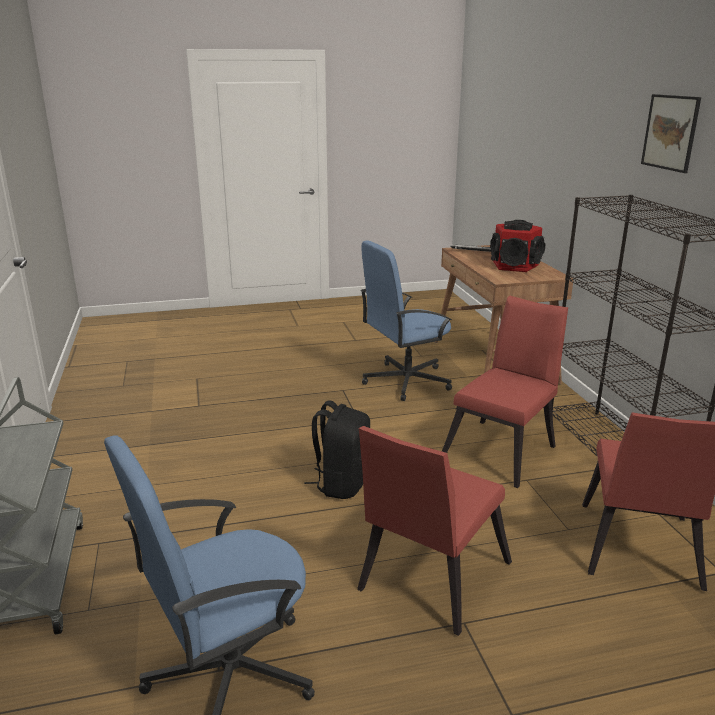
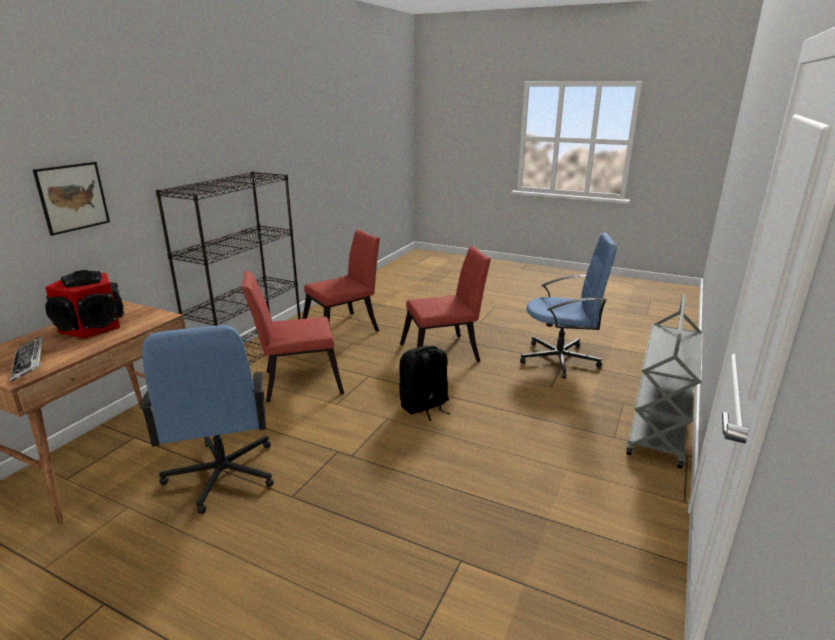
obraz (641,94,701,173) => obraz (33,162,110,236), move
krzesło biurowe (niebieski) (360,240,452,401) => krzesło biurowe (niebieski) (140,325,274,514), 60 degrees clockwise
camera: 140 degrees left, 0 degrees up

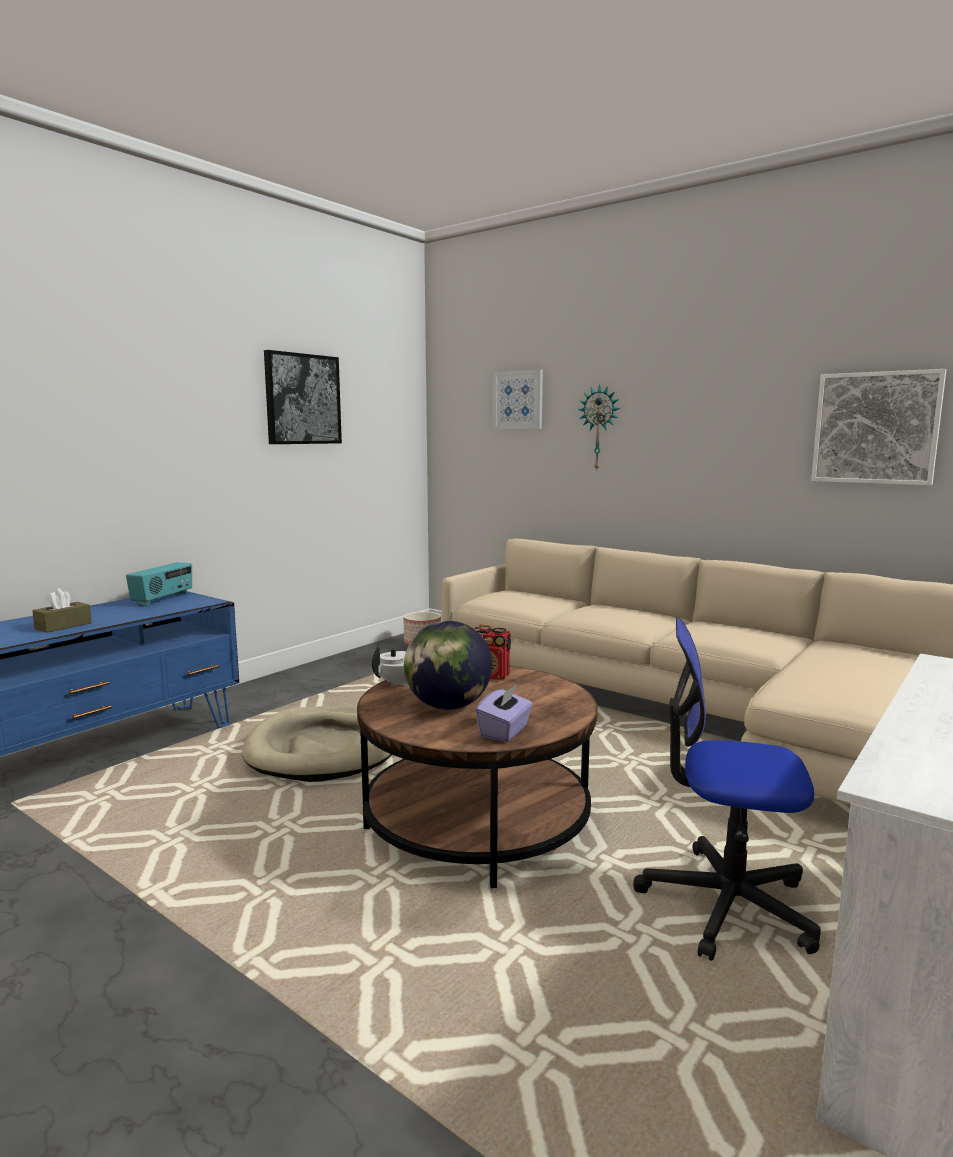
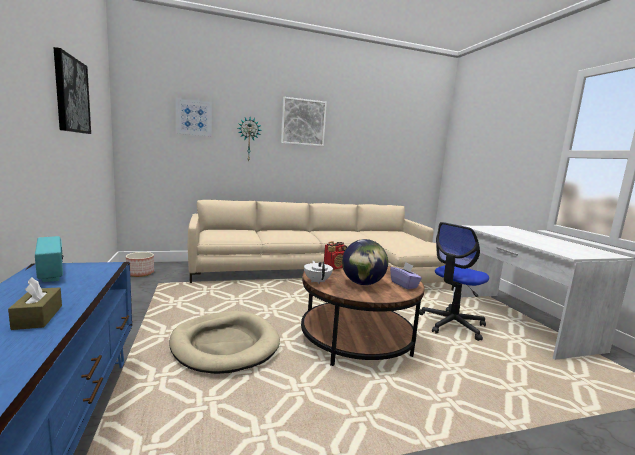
obraz (811,369,946,486) => obraz (281,97,327,147), move
camera: 55 degrees left, 0 degrees up

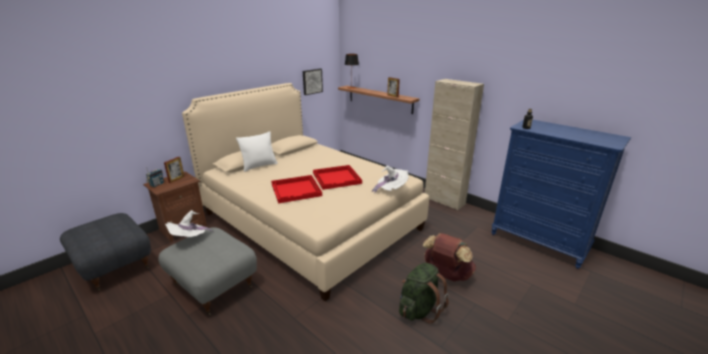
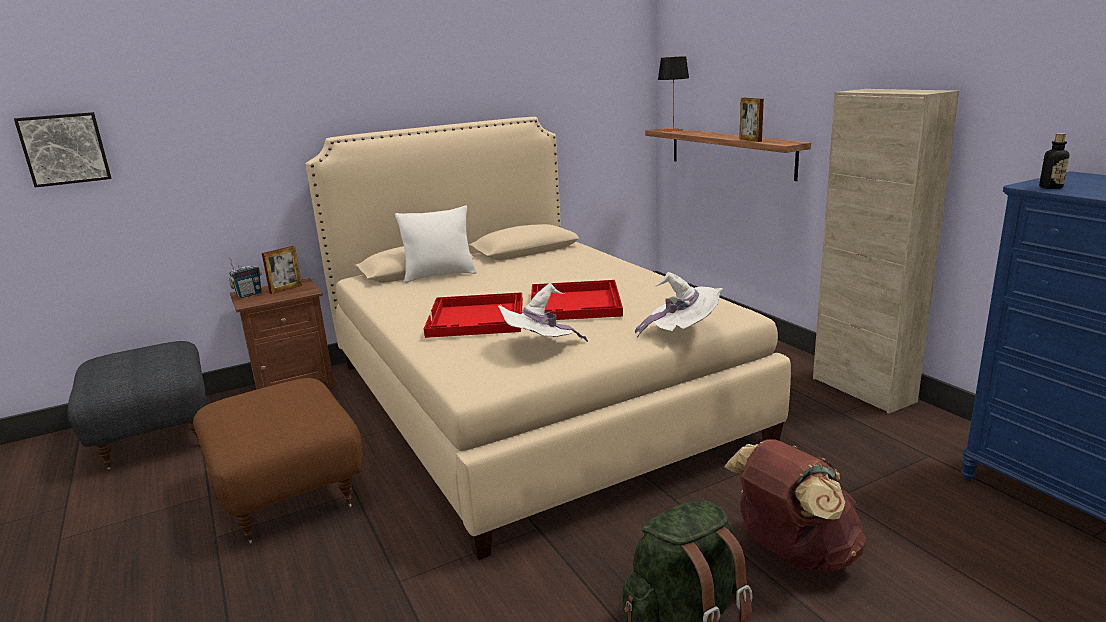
kapelusz (biały) (165,210,214,237) => kapelusz (biały) (498,283,588,342), move
obraz (303,69,323,95) => obraz (14,112,111,188), move
pufa (szary) (158,227,257,316) => pufa (brązowy) (193,378,362,545)
camera: 20 degrees right, 5 degrees down

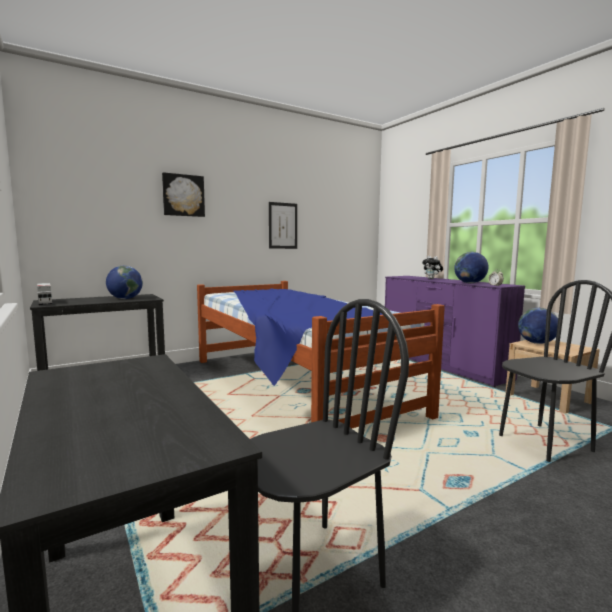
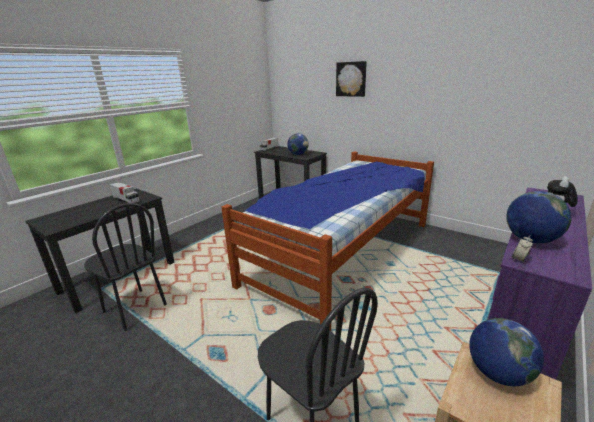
obraz (269,202,297,249) => nothing
nothing => ciężarówka zabawkowa (110,182,140,203)
camera: 70 degrees right, 15 degrees up

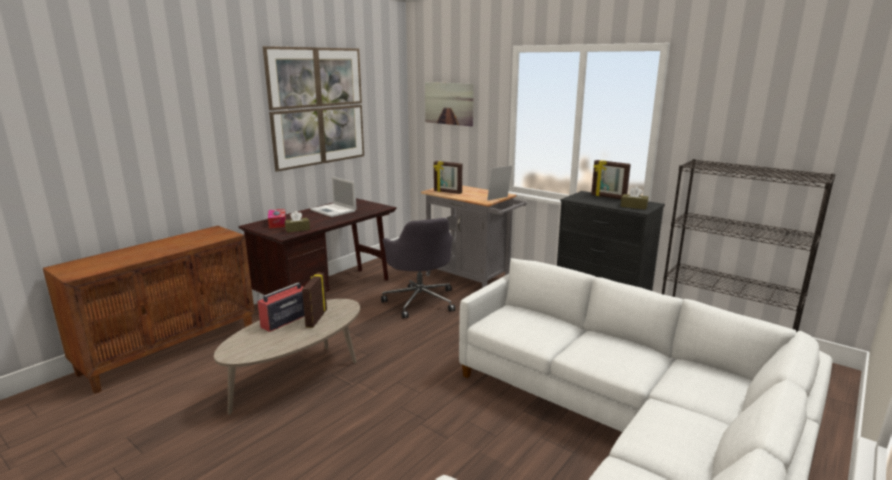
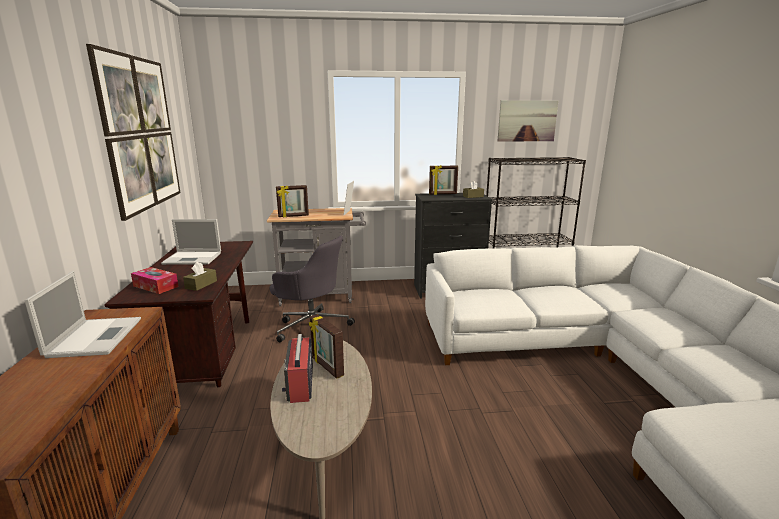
nothing => laptop (25,271,141,358)
obraz (425,82,474,126) => obraz (498,100,558,142), move
camera: 45 degrees left, 0 degrees up

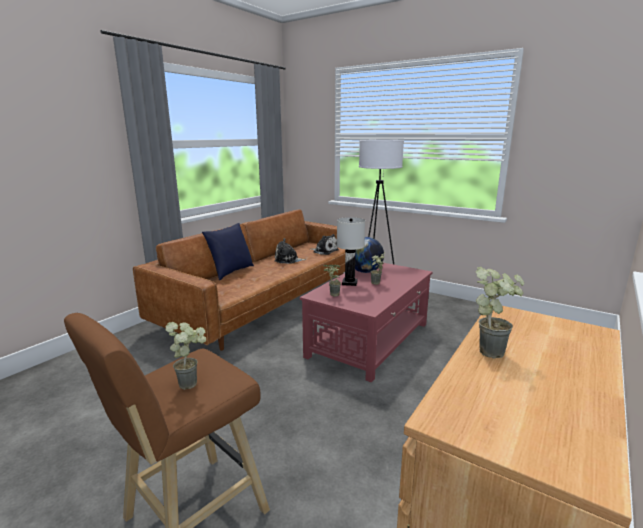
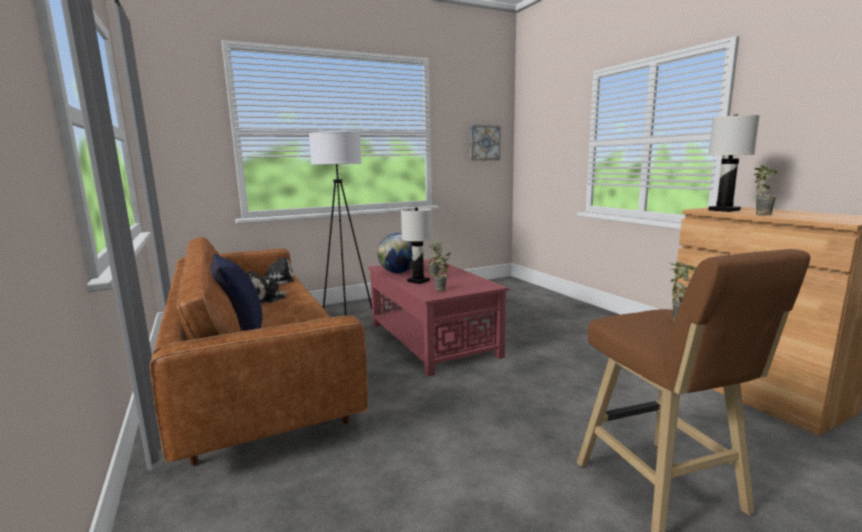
nothing => obraz (470,125,501,161)
nothing => lampa stołowa (biały) (708,114,760,212)
camera: 60 degrees left, 5 degrees down

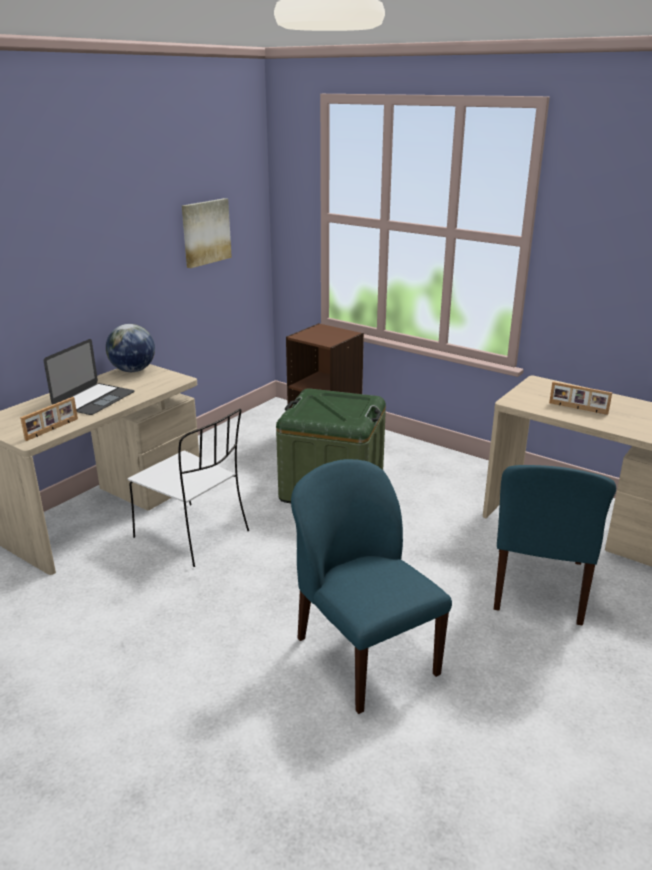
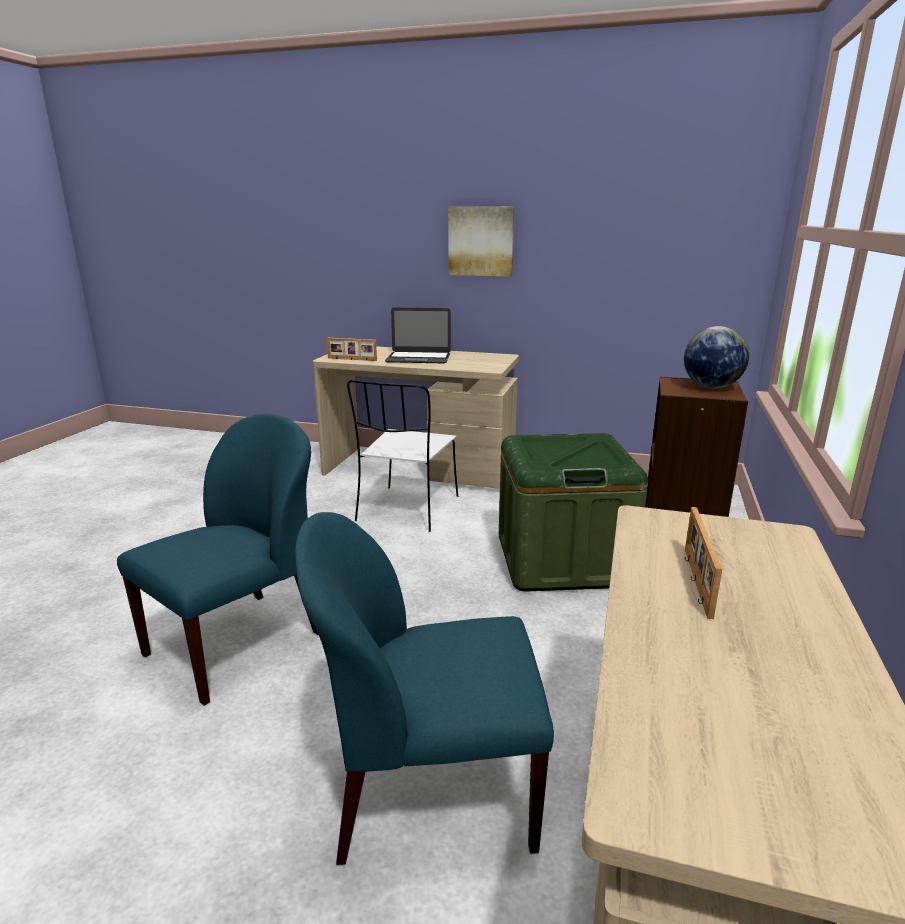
globus (106,324,155,372) => globus (684,326,749,388), move
obraz (182,198,232,268) => obraz (448,206,515,277), move
camera: 70 degrees right, 5 degrees down

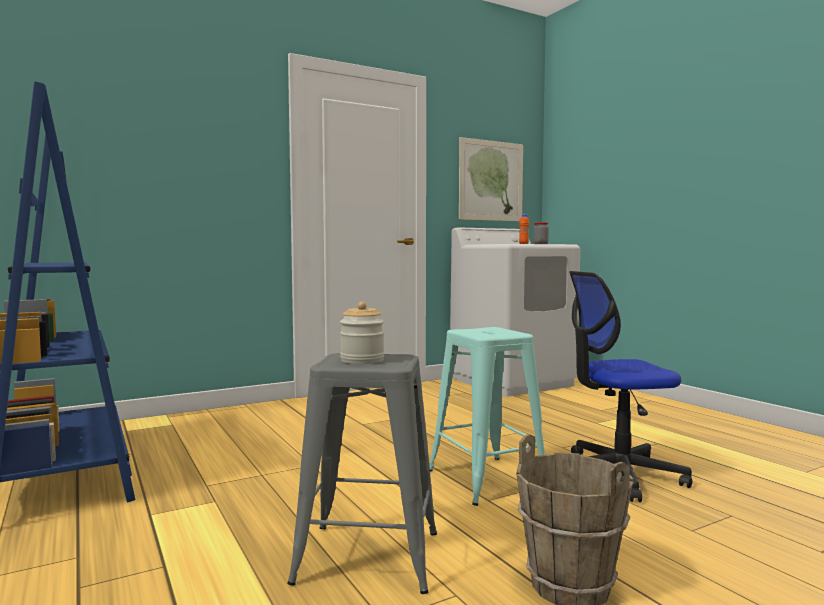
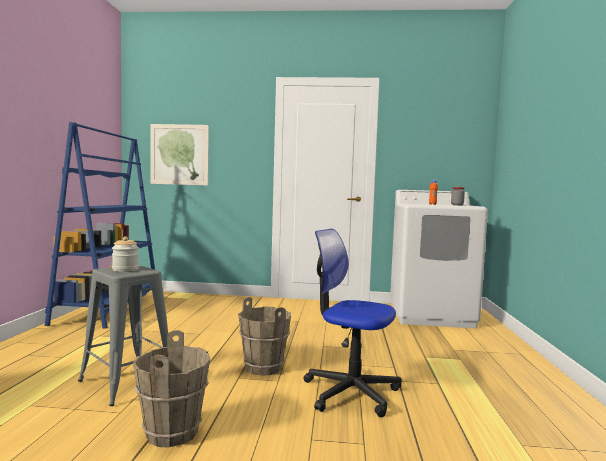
obraz (459,137,523,221) => obraz (150,124,209,186), move
stołek (turkusowy) (429,327,545,506) => wiadro (brązowy) (238,297,291,376)
camera: 35 degrees right, 0 degrees up

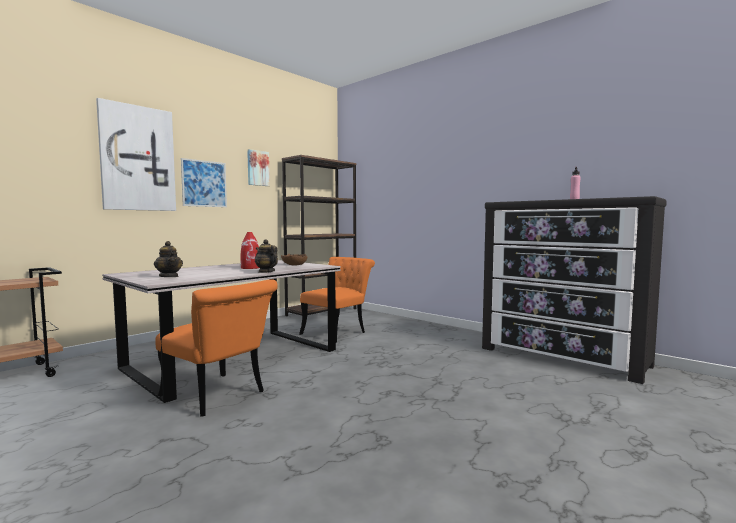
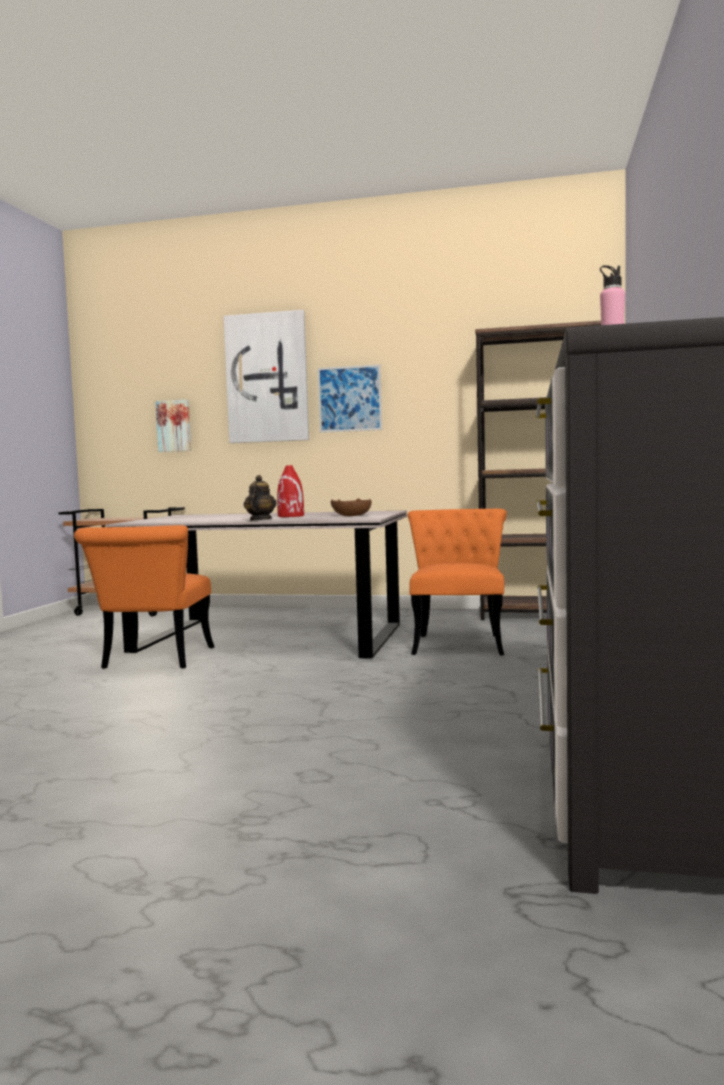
imbryk (154,241,183,277) => nothing
obraz (247,149,270,186) => obraz (156,399,191,452), move
krzesło (pomarańczowy) (299,257,375,343) => krzesło (pomarańczowy) (408,509,507,656), 90 degrees counterclockwise
camera: 60 degrees right, 0 degrees up

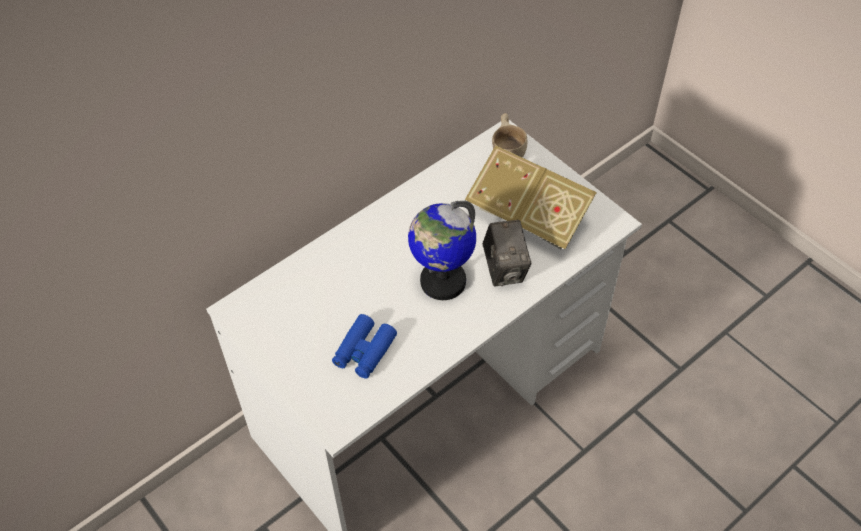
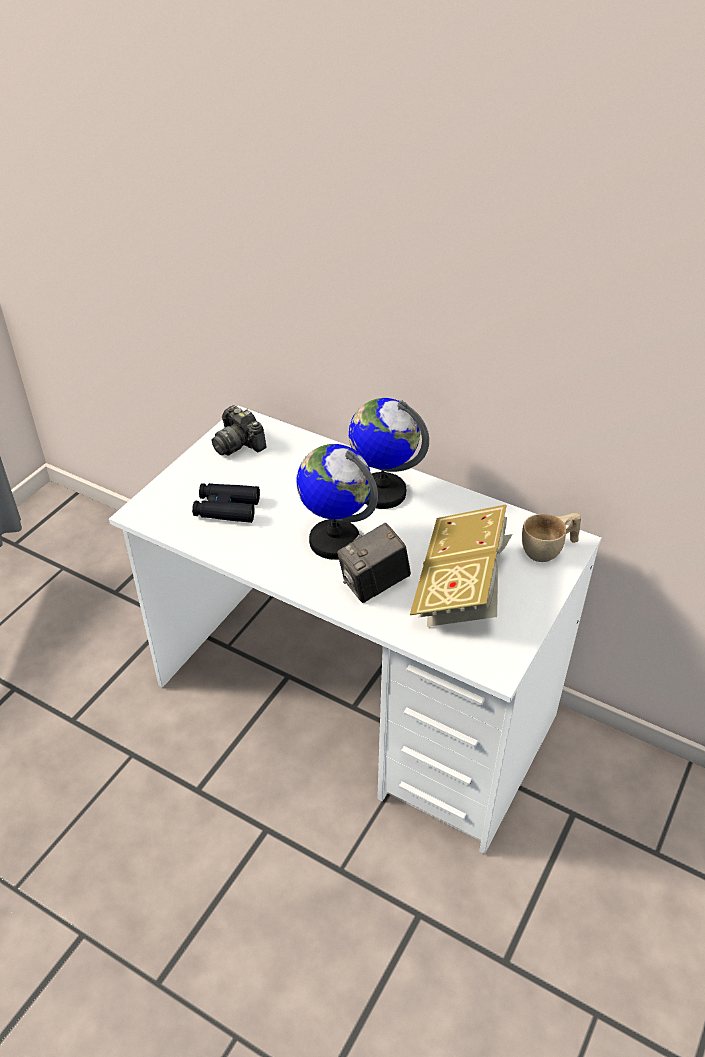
nothing => aparat fotograficzny (211,405,267,455)
nothing => globus (349,398,429,509)
lornetka (niebieski) (332,314,397,379) => lornetka (czarny) (192,483,260,523)
camera: 70 degrees right, 10 degrees down

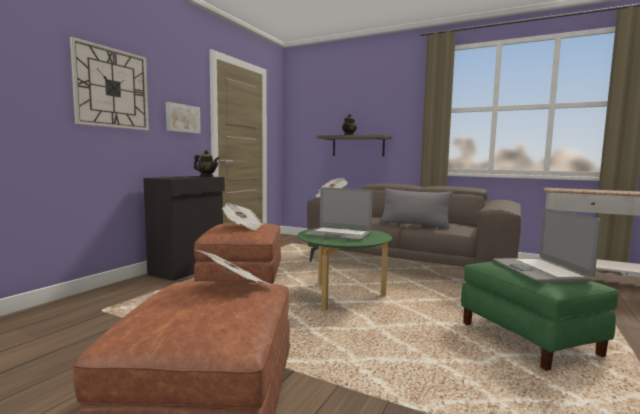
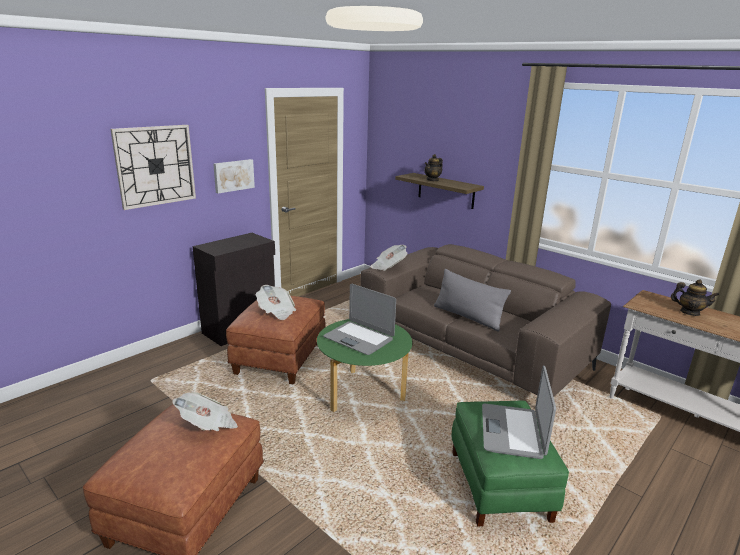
imbryk (194,150,219,177) => imbryk (671,280,719,316), move
camera: 15 degrees right, 15 degrees up

